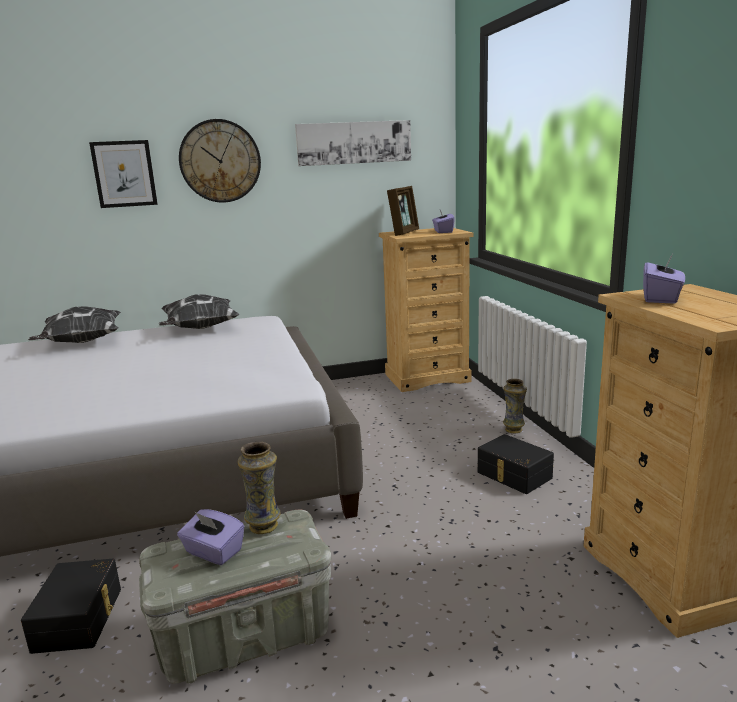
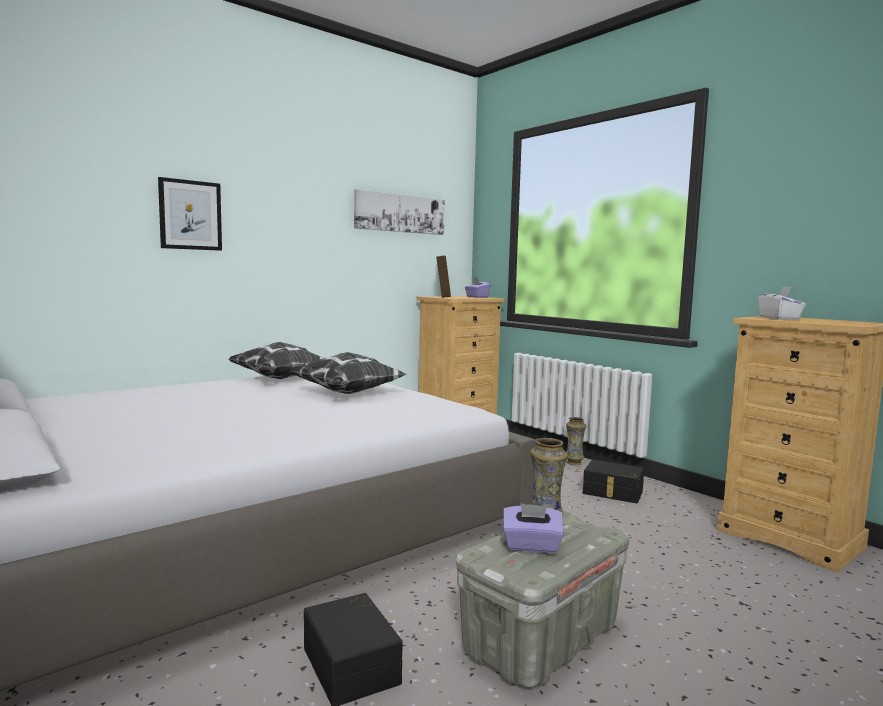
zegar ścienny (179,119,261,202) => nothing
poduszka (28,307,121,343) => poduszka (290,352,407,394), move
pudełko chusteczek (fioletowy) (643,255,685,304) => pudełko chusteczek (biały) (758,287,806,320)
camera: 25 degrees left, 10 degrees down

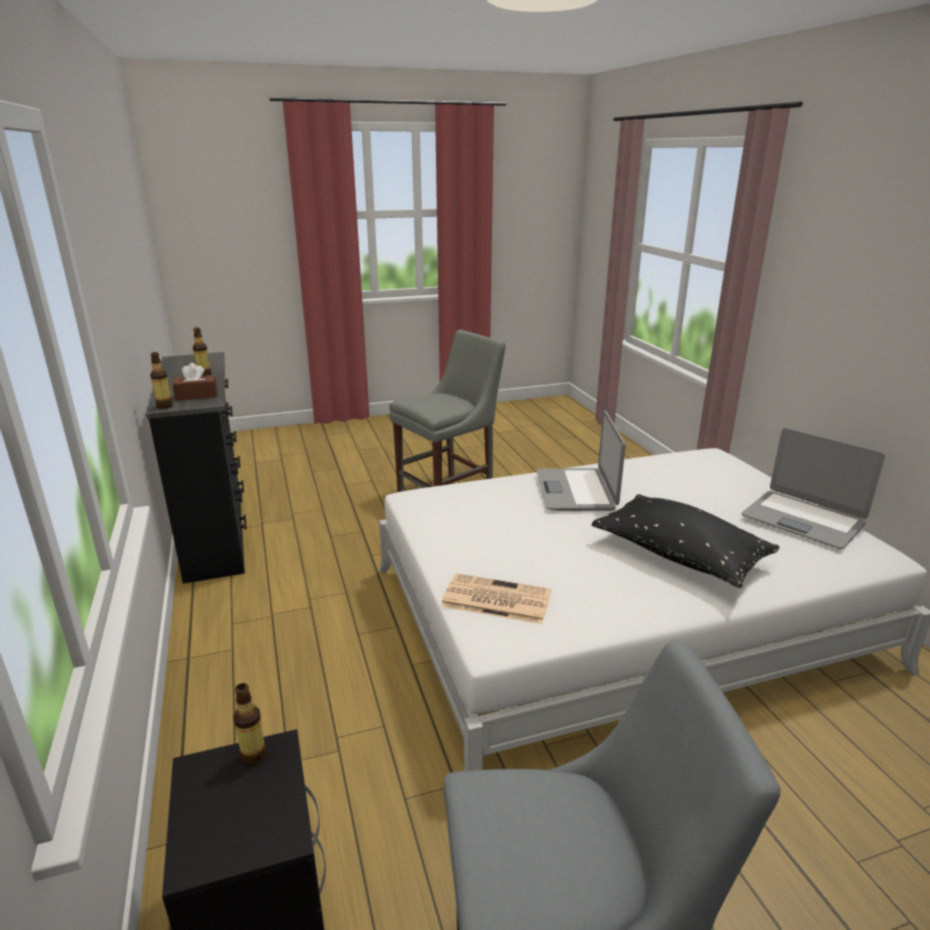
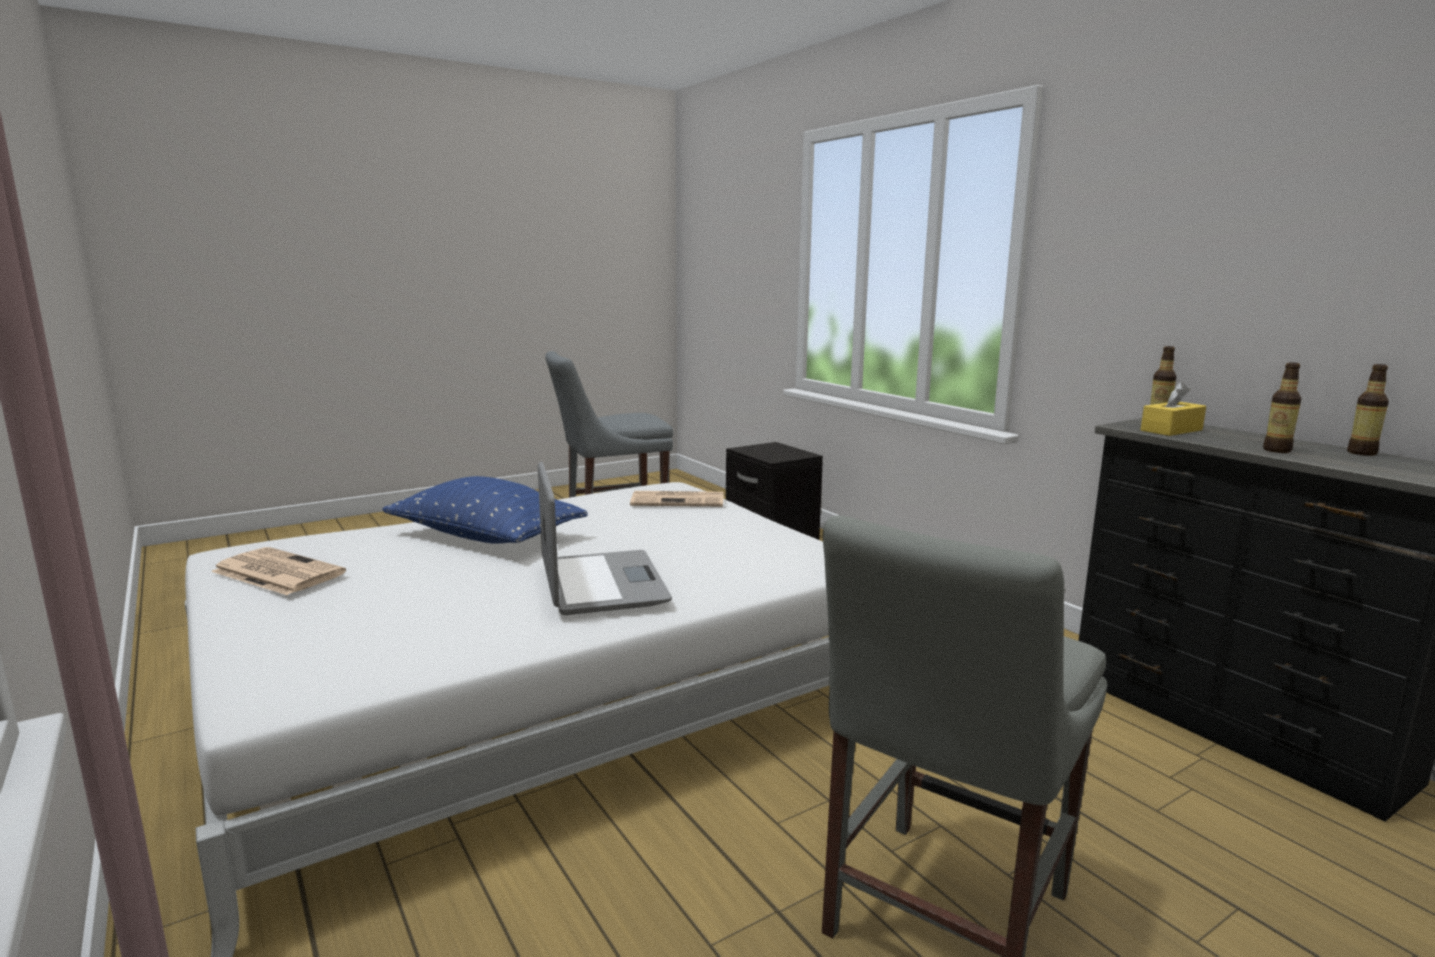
butelka (233,683,267,766) => butelka (1347,364,1389,456), move
laptop (742,428,885,549) => gazeta (211,547,346,595)
pudełko chusteczek (brązowy) (173,363,217,400) => pudełko chusteczek (żółty) (1141,382,1206,436)
poduszka (czarny) (592,494,780,588) => poduszka (niebieski) (382,476,588,544)
camera: 165 degrees right, 10 degrees down

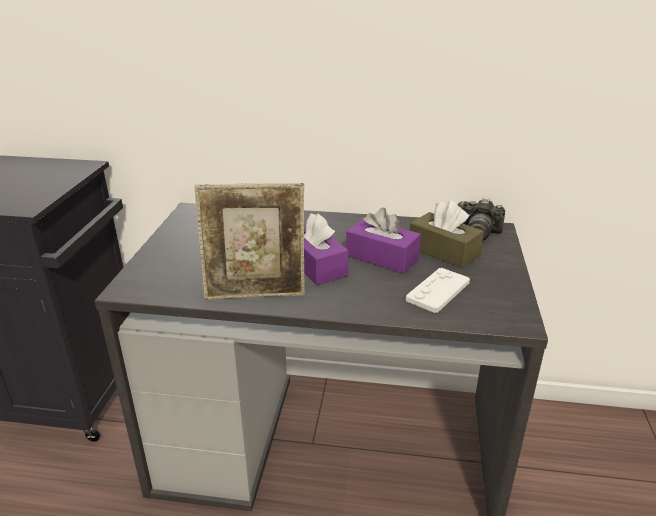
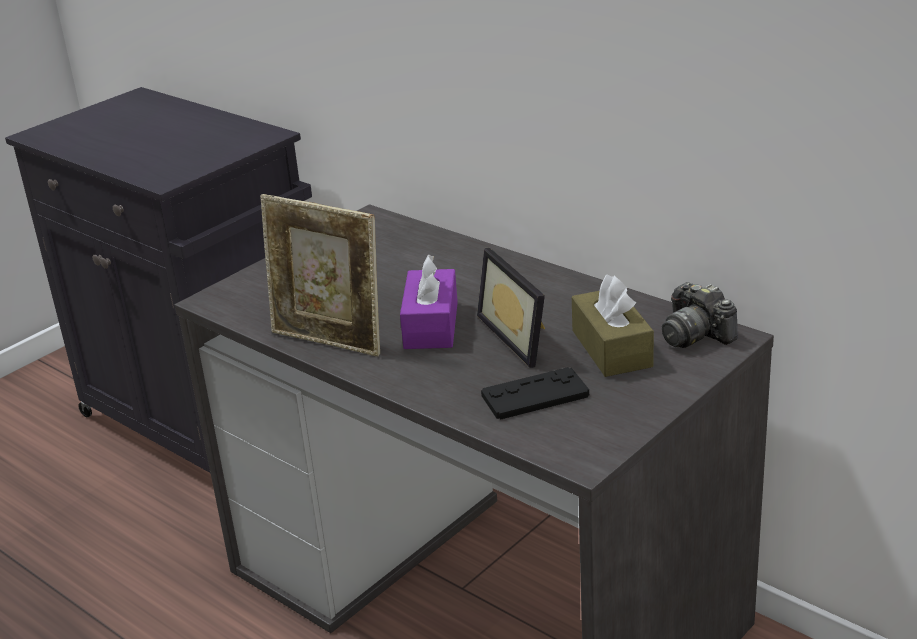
pudełko chusteczek (fioletowy) (346,208,421,274) => ramka na zdjęcie (477,247,545,368)
pad do gier (biały) (406,268,470,313) => pad do gier (czarny) (481,367,589,420)
camera: 35 degrees right, 0 degrees up

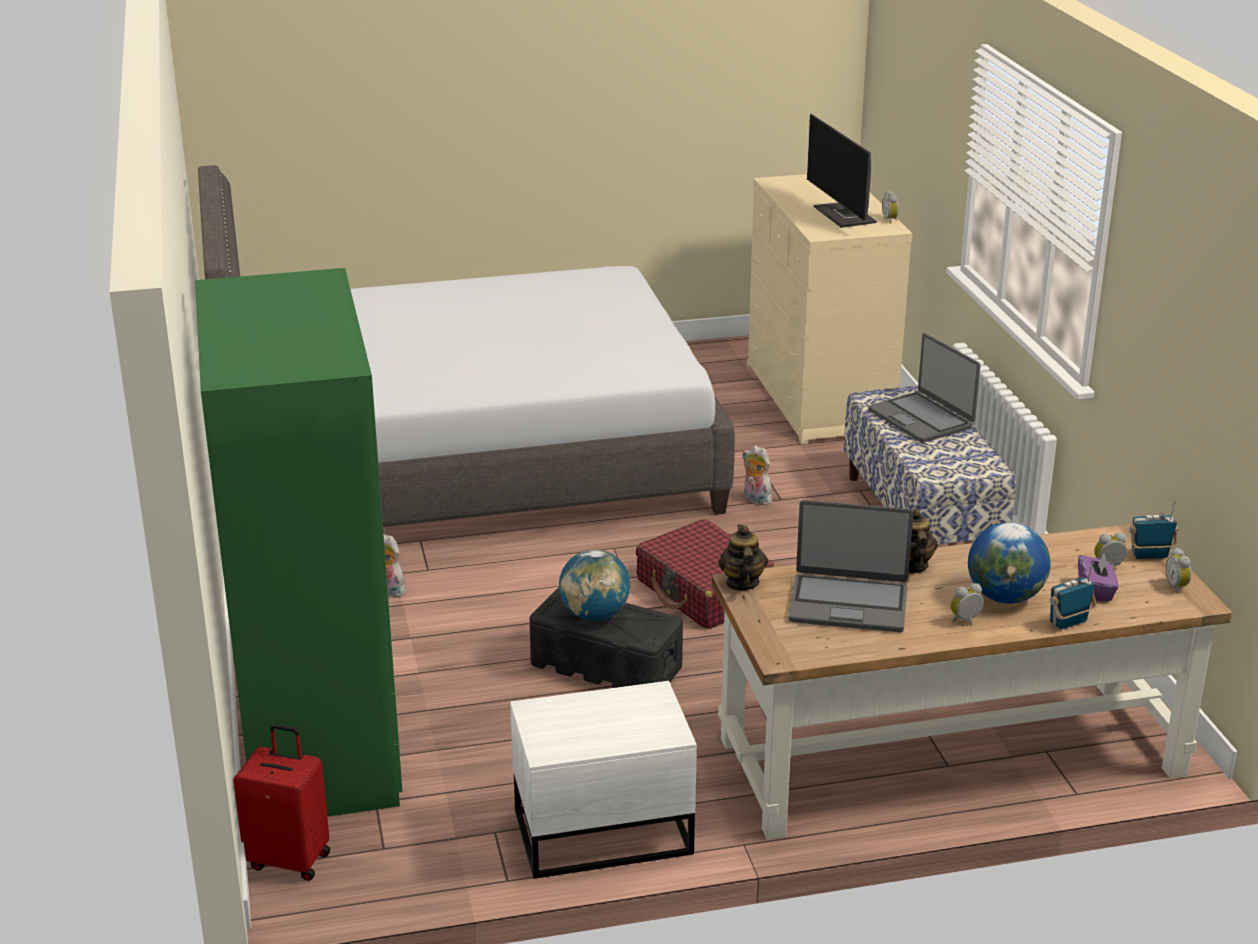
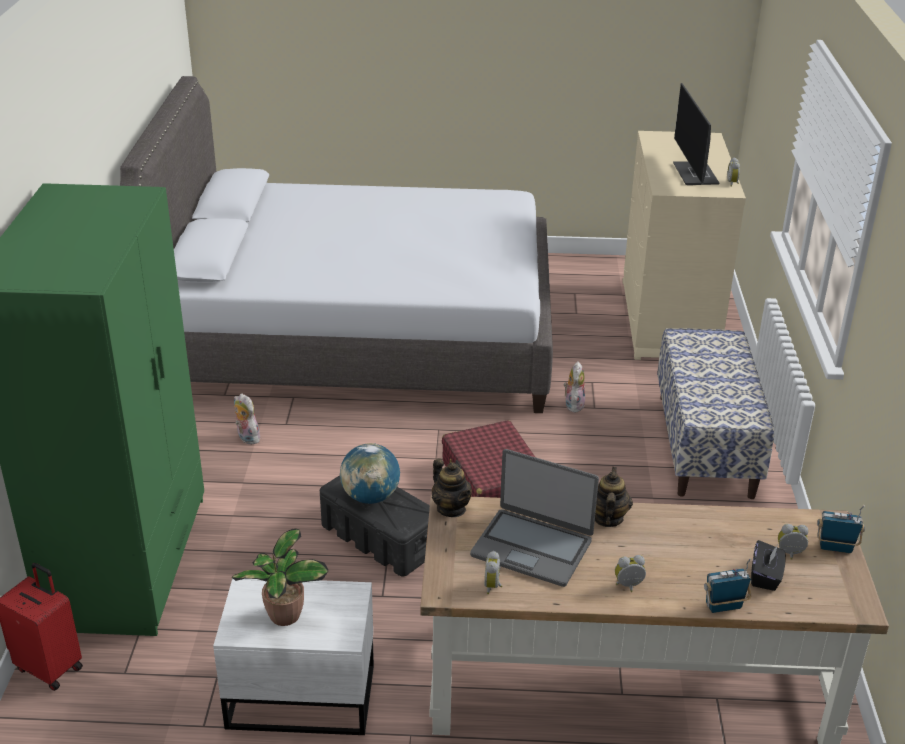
laptop (868,333,981,443) => nothing
globus (968,523,1051,604) => nothing
nothing => roślina doniczkowa (231,528,328,626)
budzik (1166,548,1191,594) => budzik (484,551,502,594), move
pudełko chusteczek (fioletowy) (1078,552,1118,601) => pudełko chusteczek (czarny) (751,540,786,591)
imbryk (719,525,768,591) => imbryk (432,458,472,517), 135 degrees clockwise
pluszak (742,445,772,505) => pluszak (564,361,585,413), 45 degrees clockwise
camera: 15 degrees right, 5 degrees up

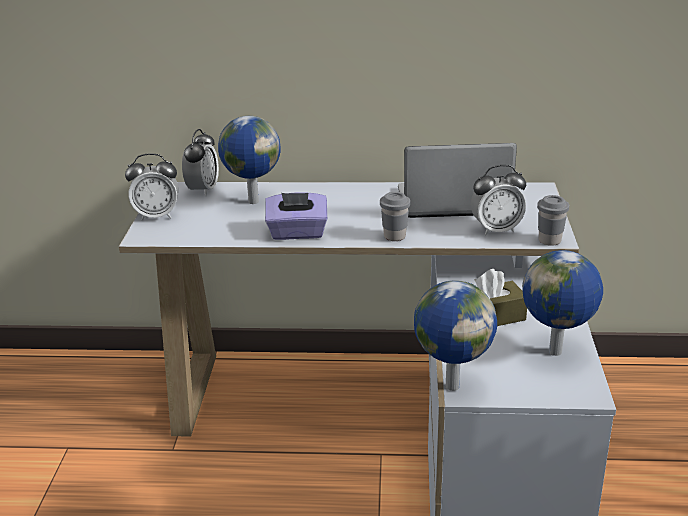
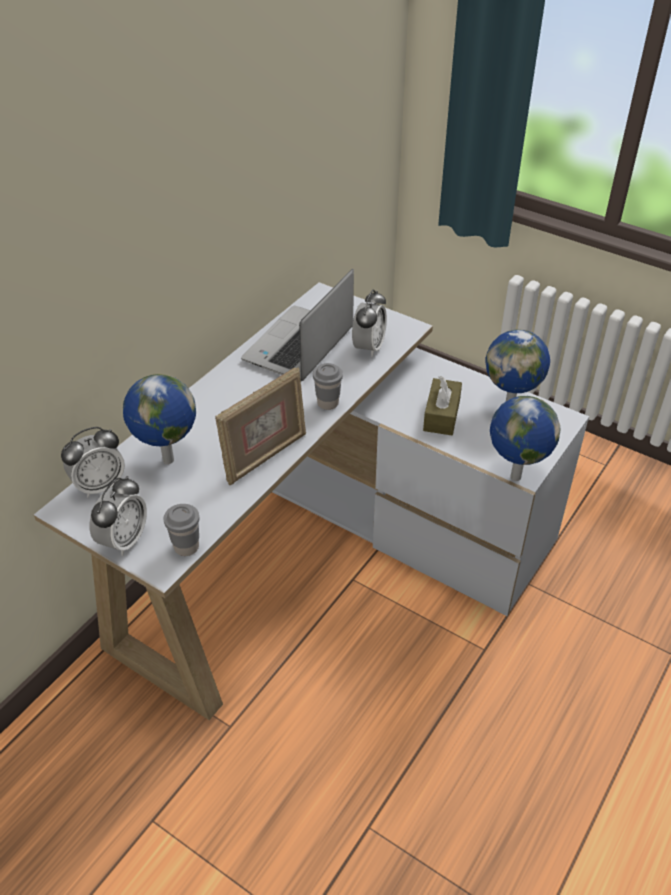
filiżanka (szary) (537,195,569,246) => filiżanka (szary) (164,504,200,556), move
pudełko chusteczek (fioletowy) (265,192,327,240) => ramka na zdjęcie (215,367,306,486)
budzik (182,129,219,196) => budzik (61,427,125,498), 105 degrees clockwise
camera: 60 degrees left, 15 degrees up

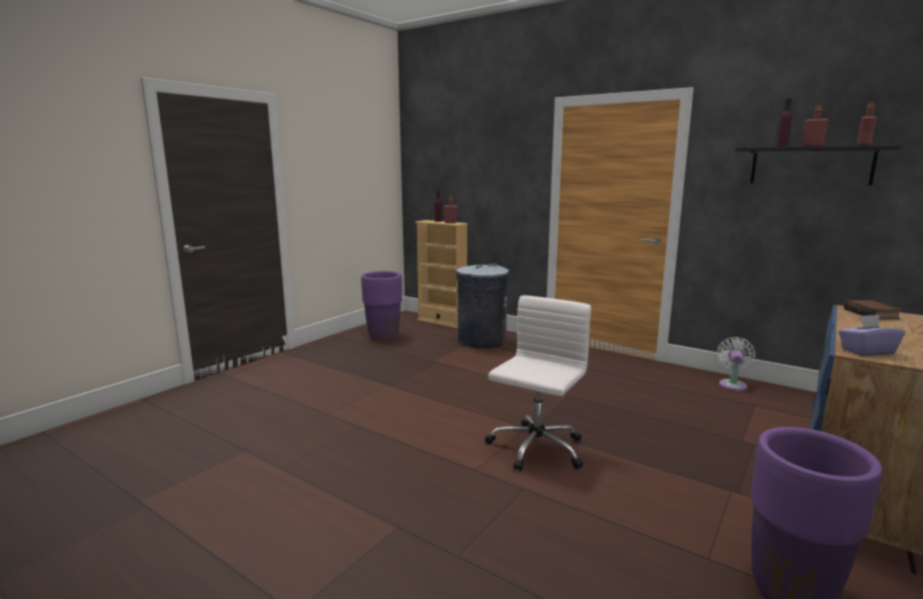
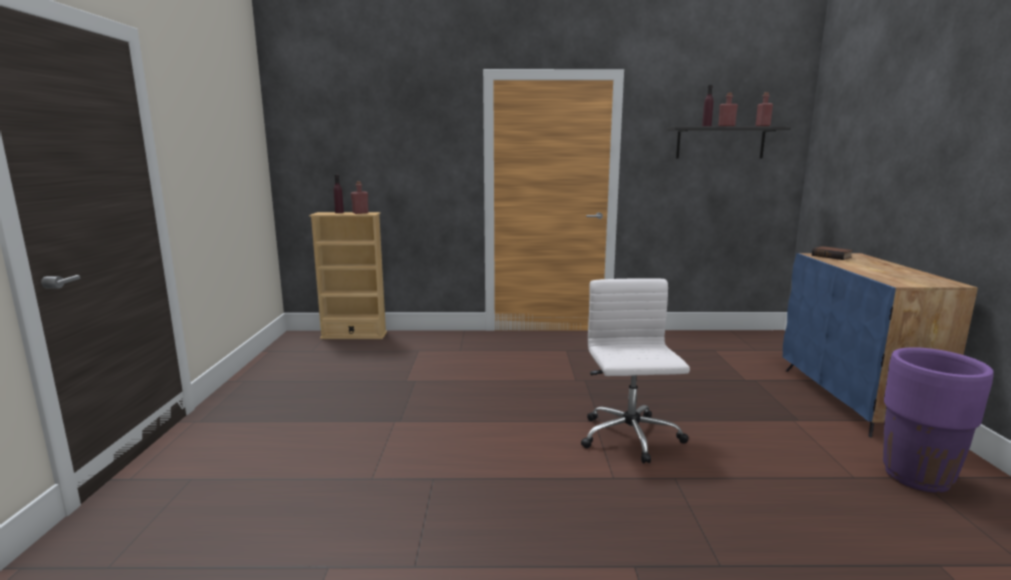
donica (fioletowy) (361,271,402,341) => nothing
kosz na śmieci (szary) (456,263,509,349) => nothing
wentylator (biały) (717,337,756,391) => nothing
pudełko chusteczek (fioletowy) (839,315,905,356) => nothing
camera: 35 degrees left, 0 degrees up

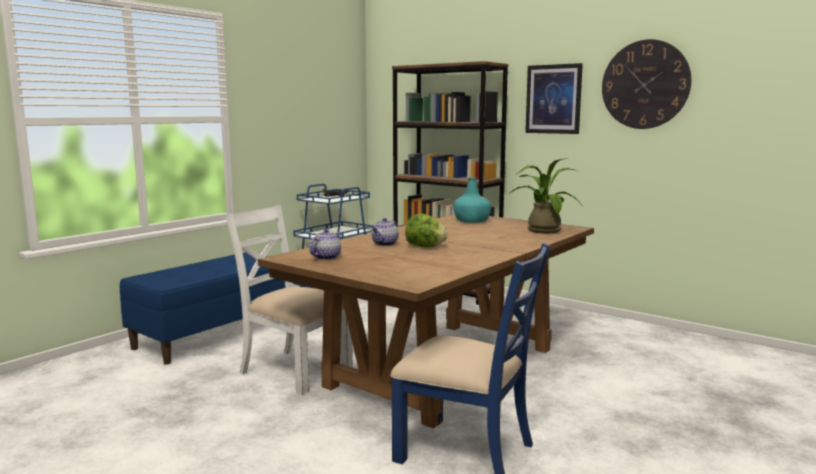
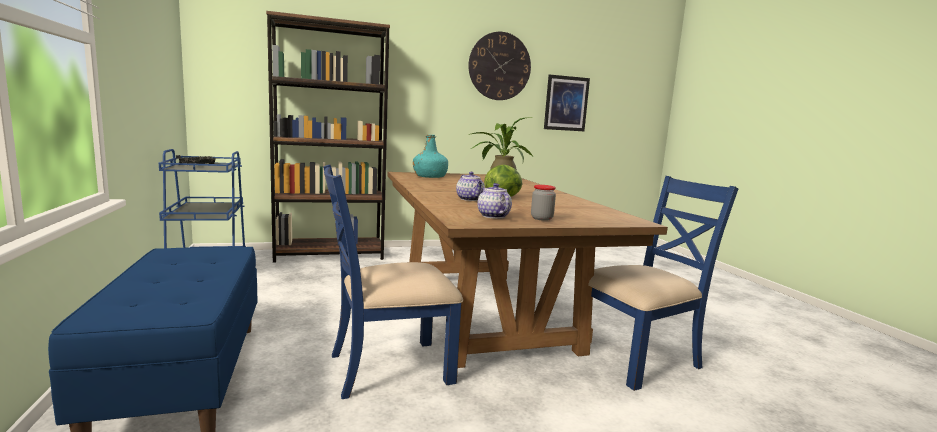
nothing => słoik (531,185,556,221)
obraz (525,63,583,134) => obraz (544,75,590,131), move
krzesło (biały) (225,204,353,395) => krzesło (niebieski) (323,164,463,399)
camera: 55 degrees left, 0 degrees up

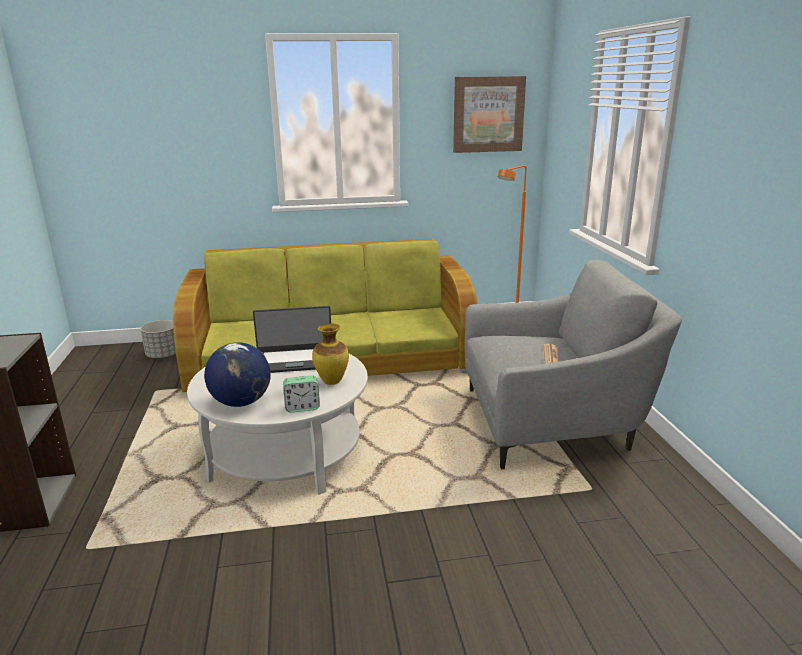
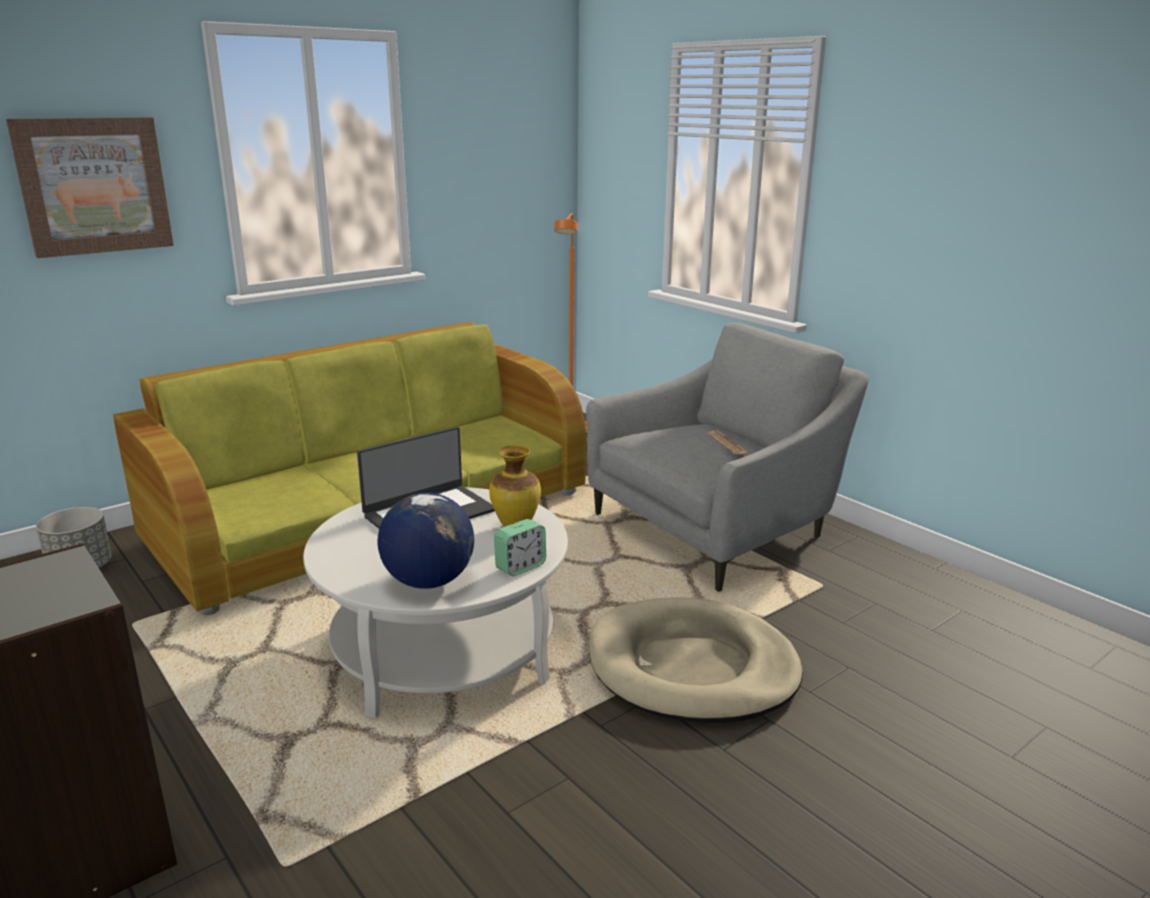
nothing => legowisko (beżowy) (589,597,803,724)
obraz (453,76,526,153) => obraz (6,117,174,258), move
camera: 30 degrees left, 0 degrees up

